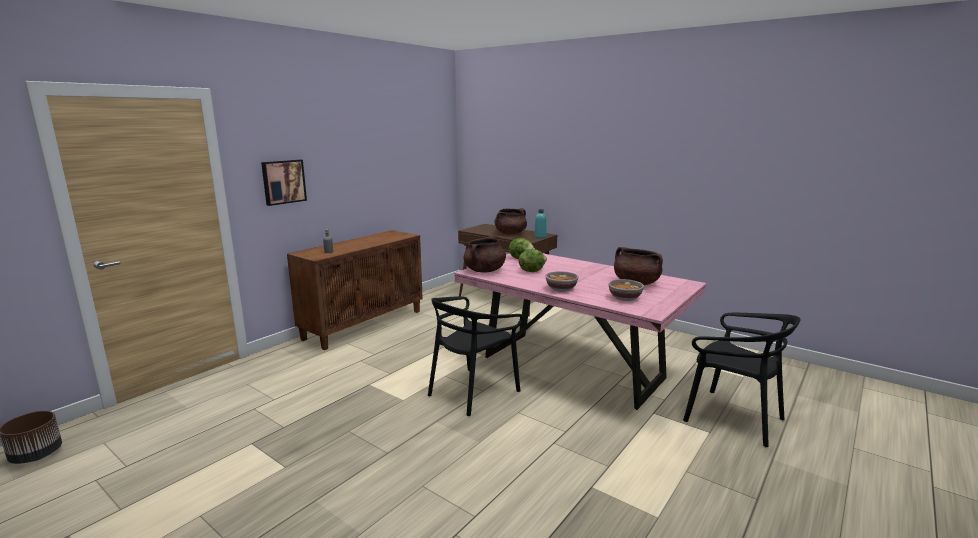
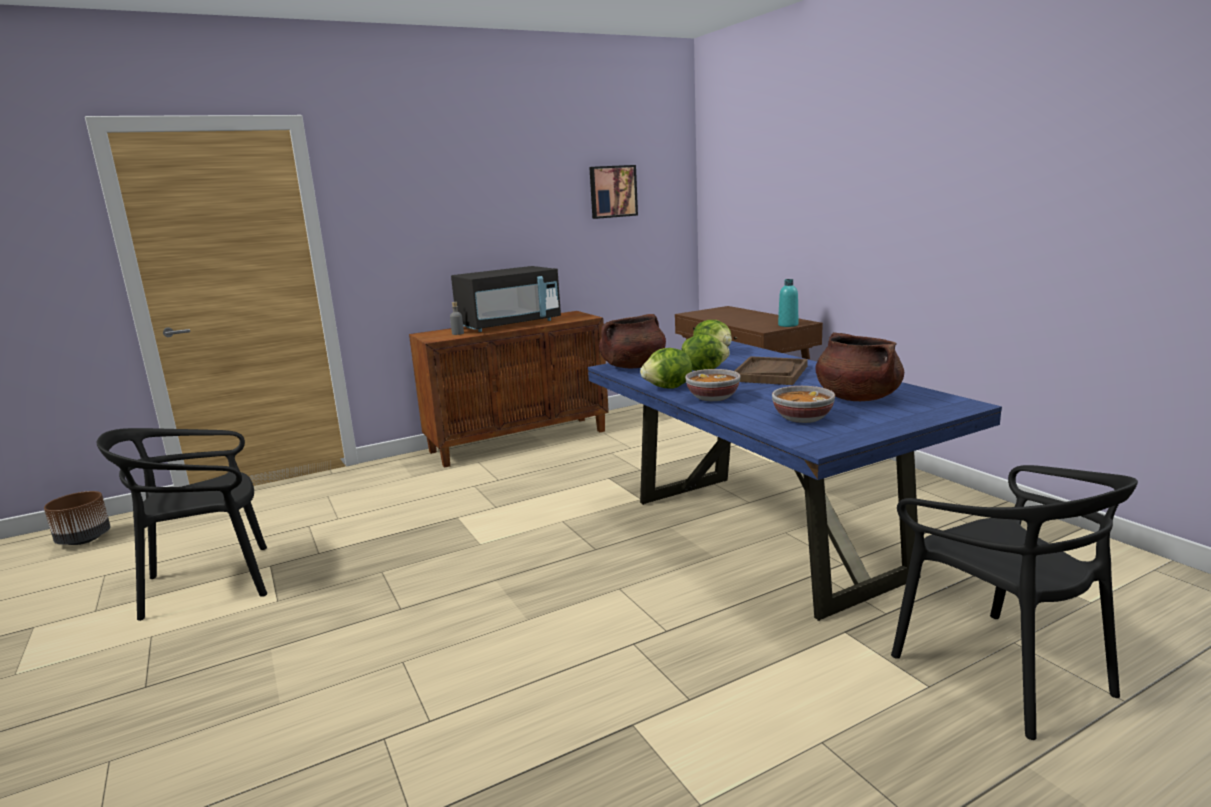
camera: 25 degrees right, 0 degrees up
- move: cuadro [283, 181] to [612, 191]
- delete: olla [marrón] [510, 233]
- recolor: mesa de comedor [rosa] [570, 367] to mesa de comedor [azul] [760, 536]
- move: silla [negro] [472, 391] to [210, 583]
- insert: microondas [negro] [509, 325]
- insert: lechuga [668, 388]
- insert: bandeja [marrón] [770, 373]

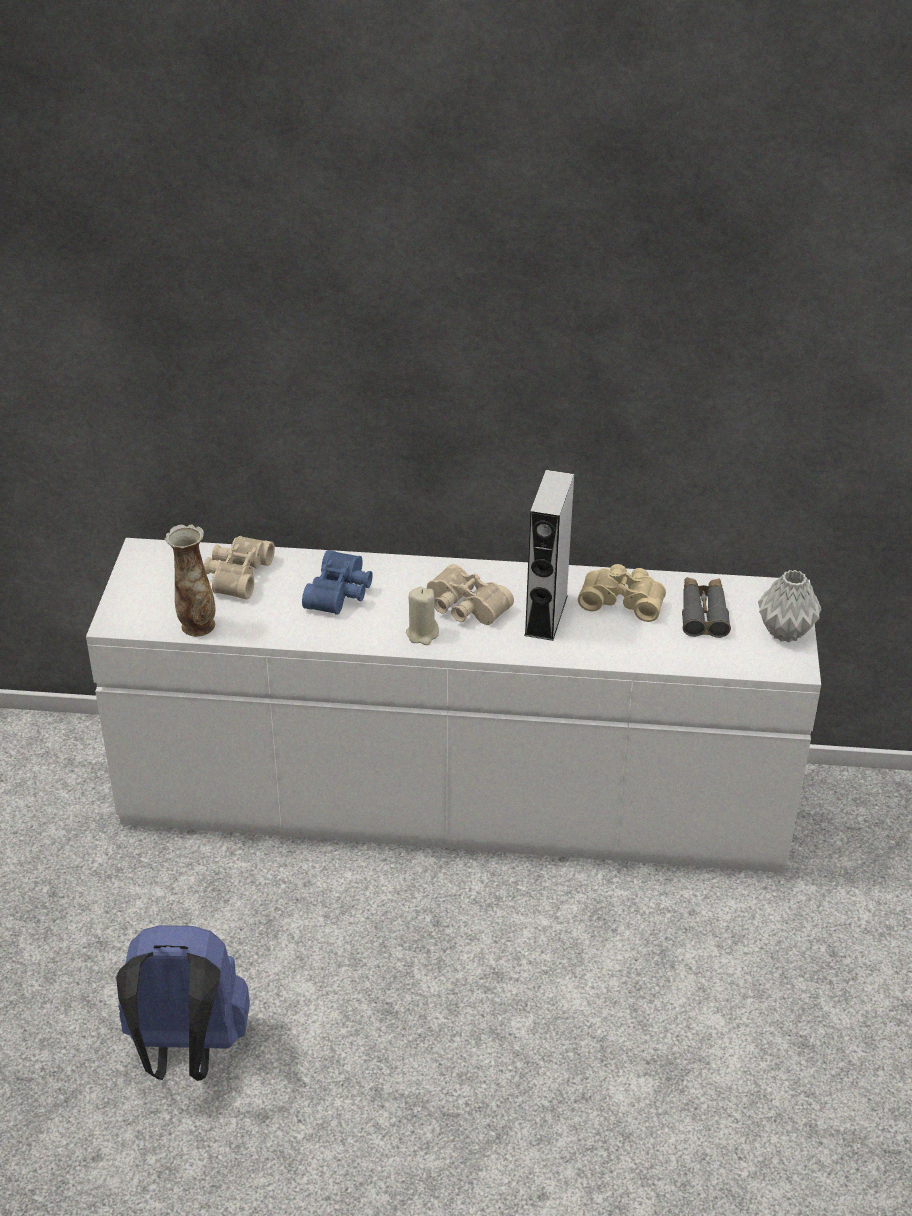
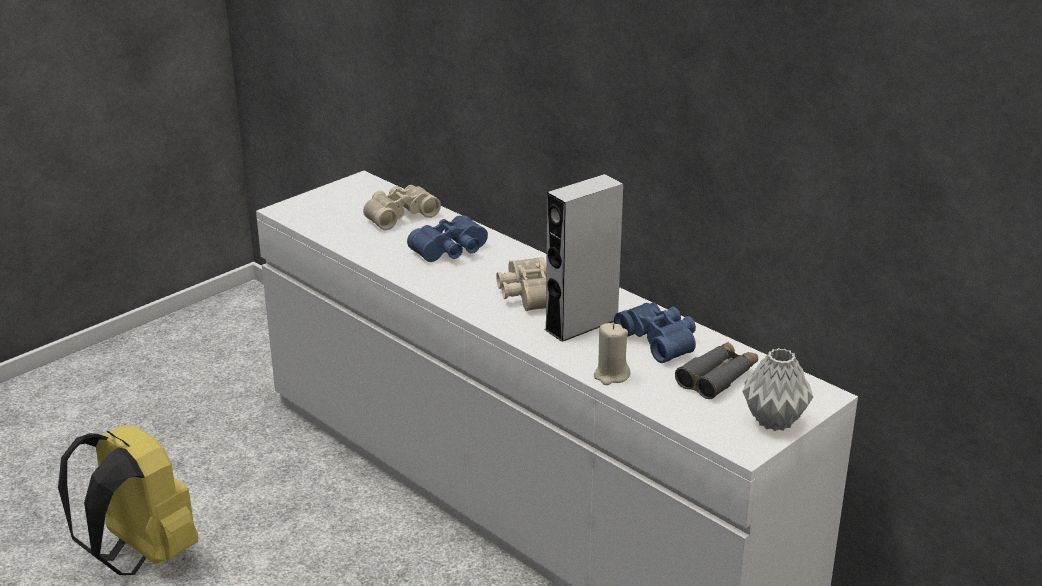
camera: 40 degrees right, 10 degrees down
- delete: florero [196, 626]
- recolor: prismáticos [beis] [622, 600] to prismáticos [azul] [660, 340]
- move: vela [beis] [422, 634] to [611, 375]
- recolor: mochila [azul] [186, 1051] to mochila [amarillo] [140, 555]

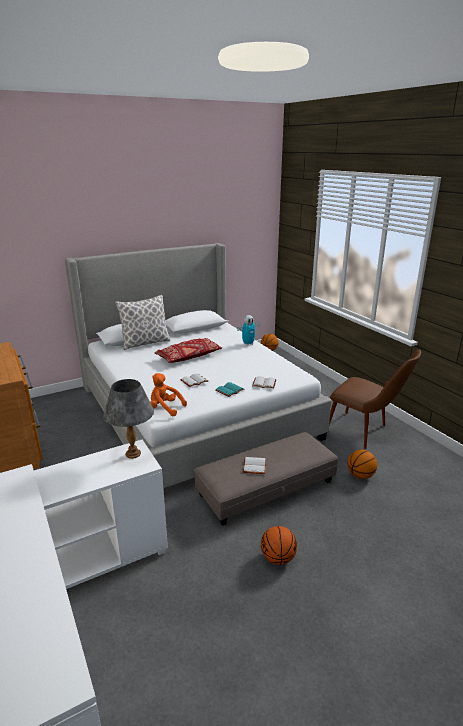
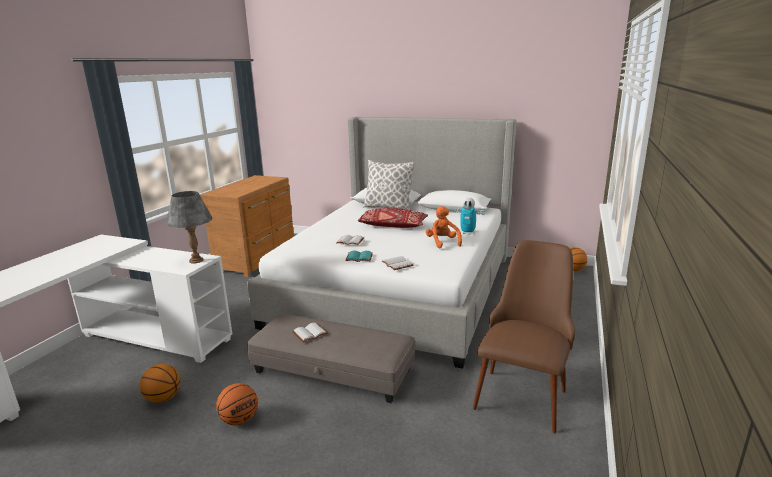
camera: 50 degrees right, 5 degrees down
- rotate: silla [marrón] [365, 433] = [523, 390] 150 degrees counterclockwise
- move: peluche [naranja] [165, 408] to [442, 242]
- move: balón de baloncesto [360, 475] to [163, 398]

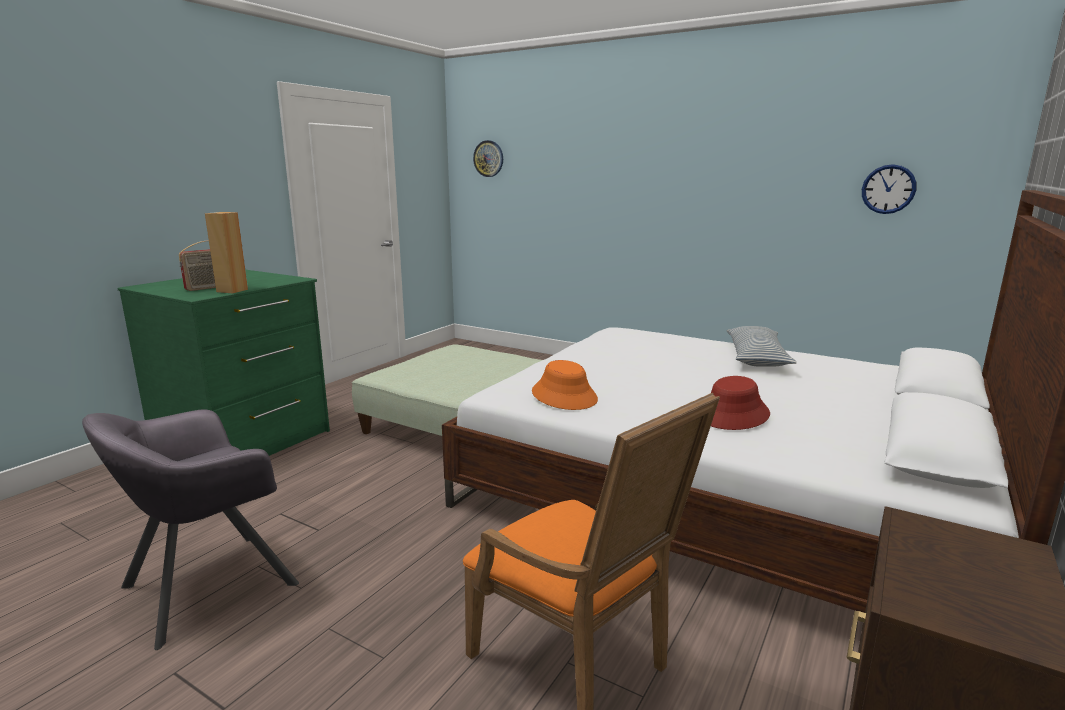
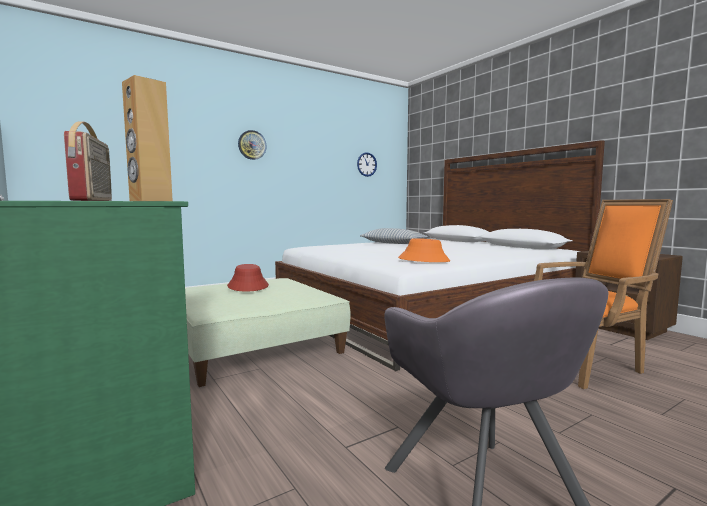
camera: 65 degrees left, 10 degrees down
- move: reloj de pared [488, 158] to [252, 145]
- move: sombrero [rojo] [733, 414] to [248, 286]

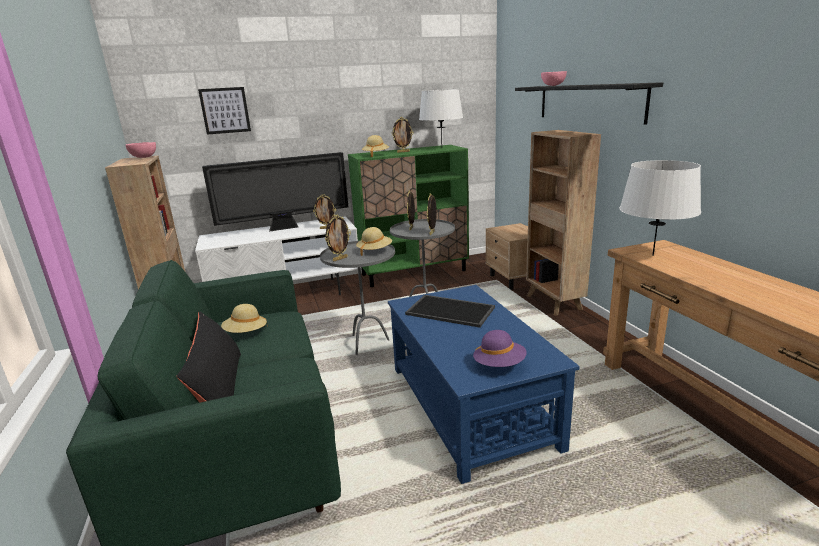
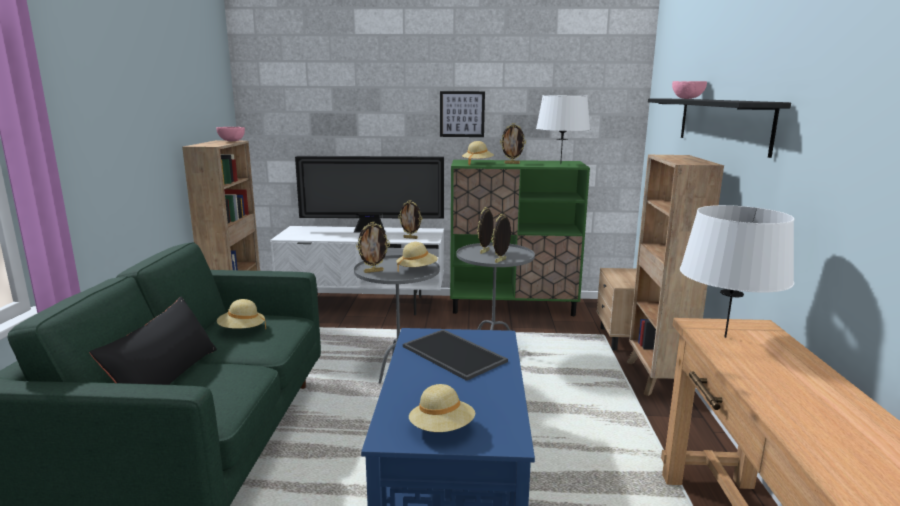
camera: 20 degrees right, 5 degrees down
- move: cuadro [225, 110] to [462, 114]
- recolor: sombrero [morado] [499, 365] to sombrero [beis] [442, 429]

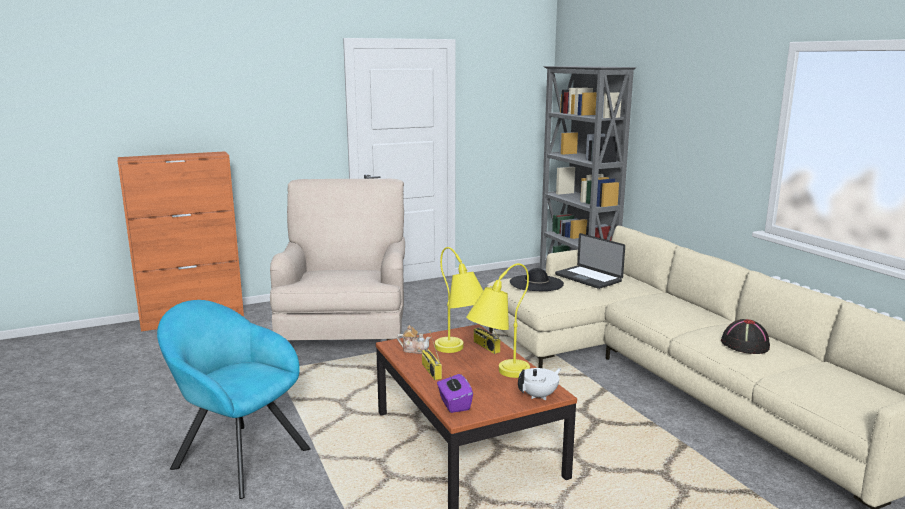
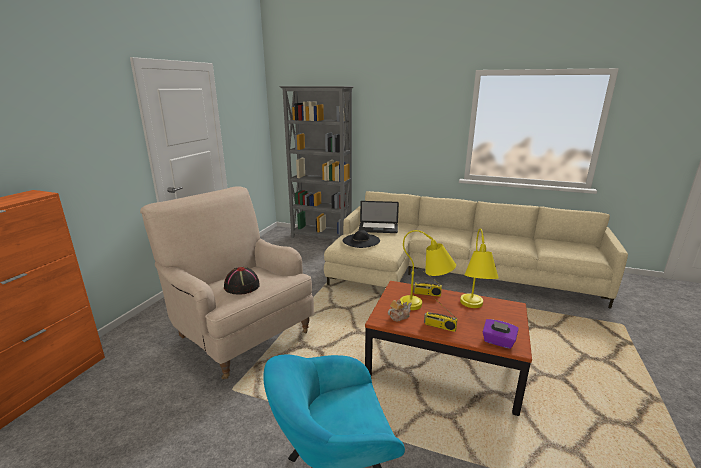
camera: 45 degrees left, 5 degrees up
- move: sombrero [negro] [744, 344] to [241, 286]
- delete: tetera [blanco] [539, 396]

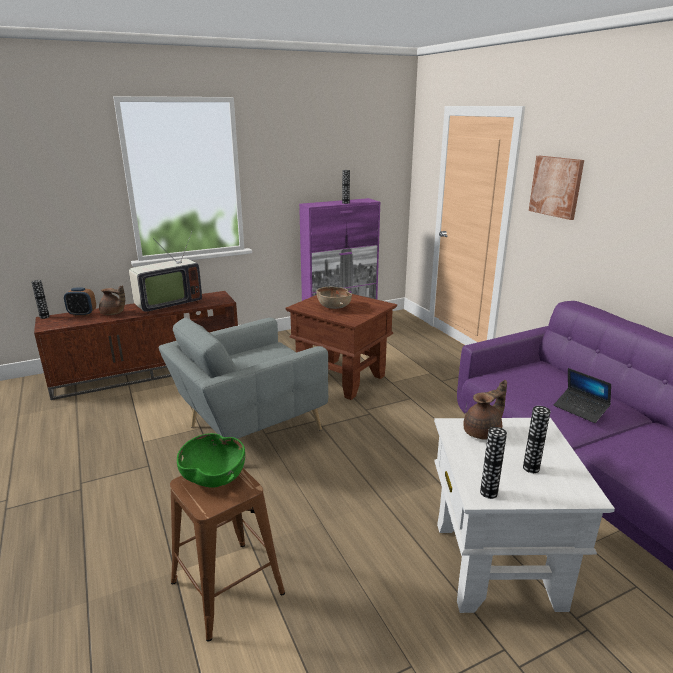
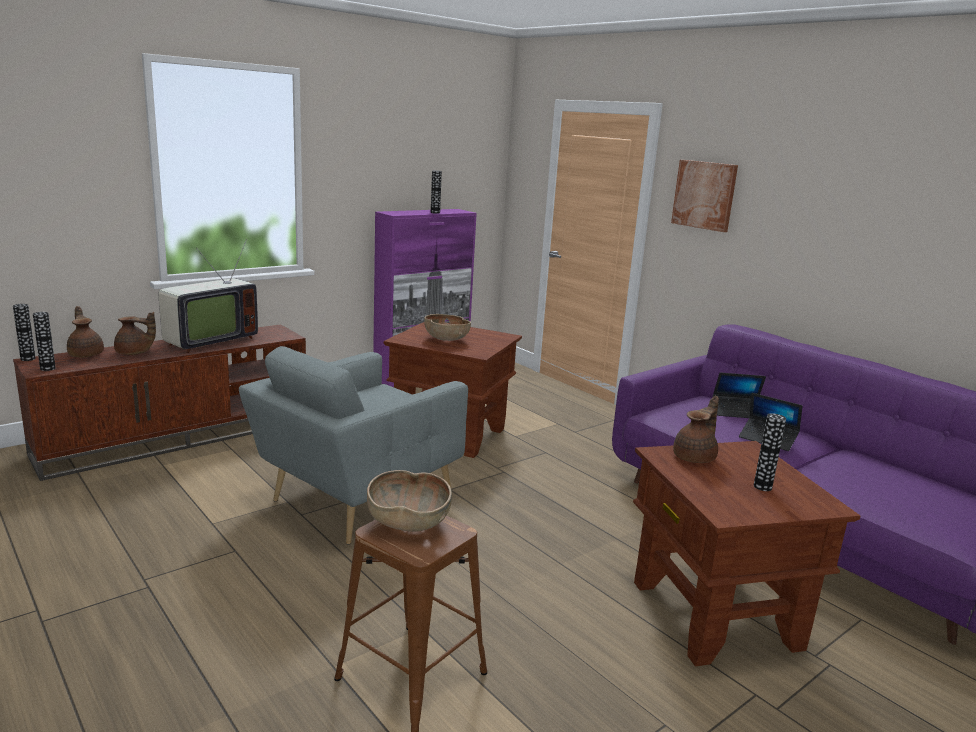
camera: 15 degrees left, 5 degrees down
- replace: despertador [82, 314] to tetera [marrón] [86, 354]
- recolor: mesa auxiliar [blanco] [496, 564] to mesa auxiliar [marrón] [714, 615]
- move: florero [488, 493] to [47, 368]
- recolor: cuenco [verde] [214, 477] to cuenco [marrón] [408, 523]
- insert: portátil [737, 412]

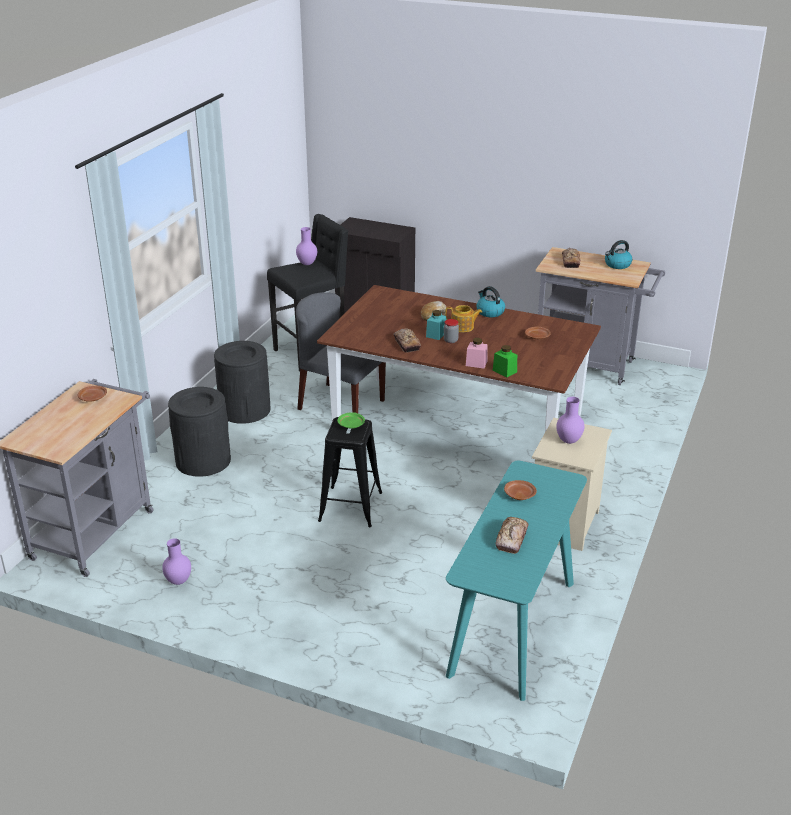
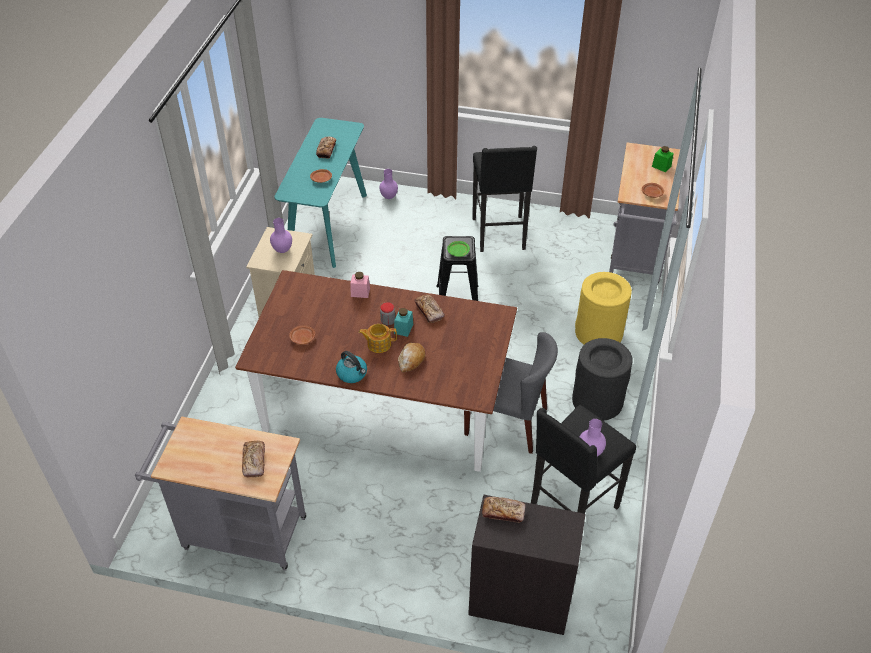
camera: 170 degrees right, 15 degrees up
- delete: hervidor [617, 265]
- move: tarro [verde] [504, 371] to [661, 166]
- recolor: papelera [negro] [203, 460] to papelera [amarillo] [598, 332]
- move: florero [morado] [178, 582] to [388, 197]
- insert: taburete [negro] [500, 235]
- insert: pan [503, 512]

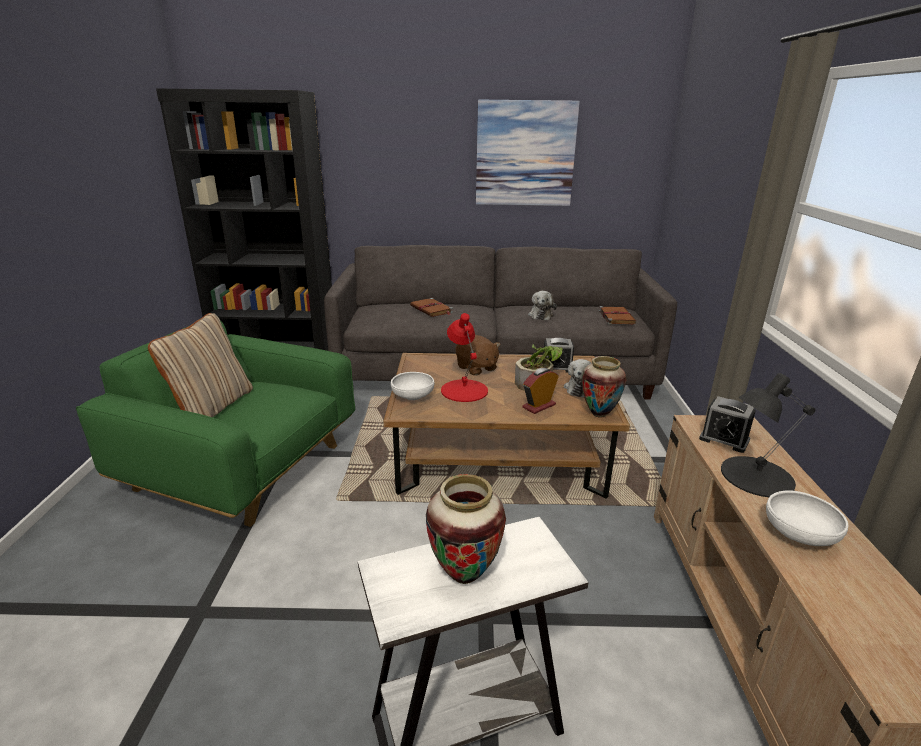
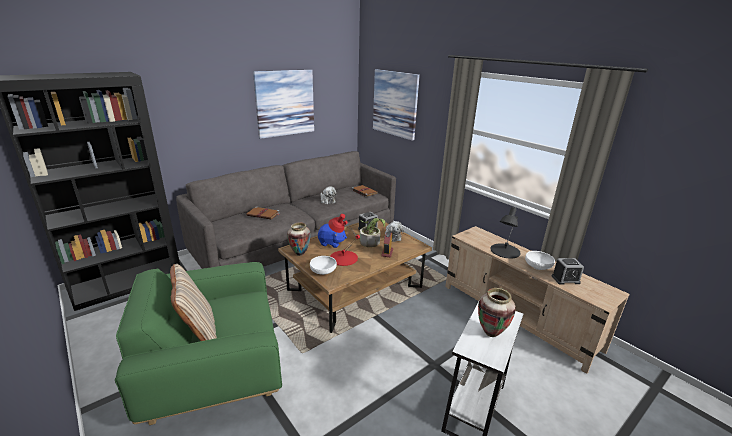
camera: 40 degrees left, 0 degrees up
- recolor: peluche [marrón] [476, 368] to peluche [azul] [331, 243]
- move: florero [599, 414] to [300, 254]
- move: despertador [724, 439] to [565, 279]
- insert: cuadro [395, 103]

